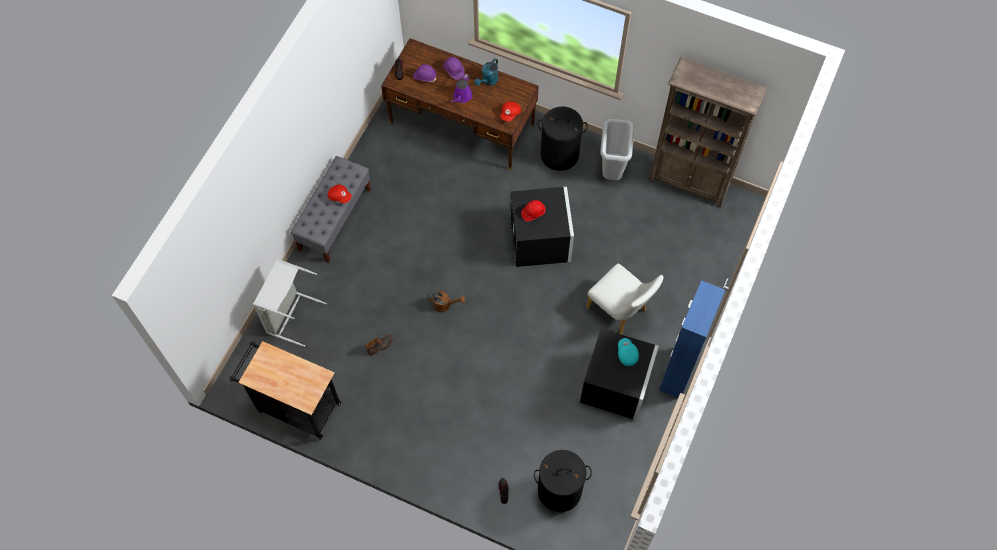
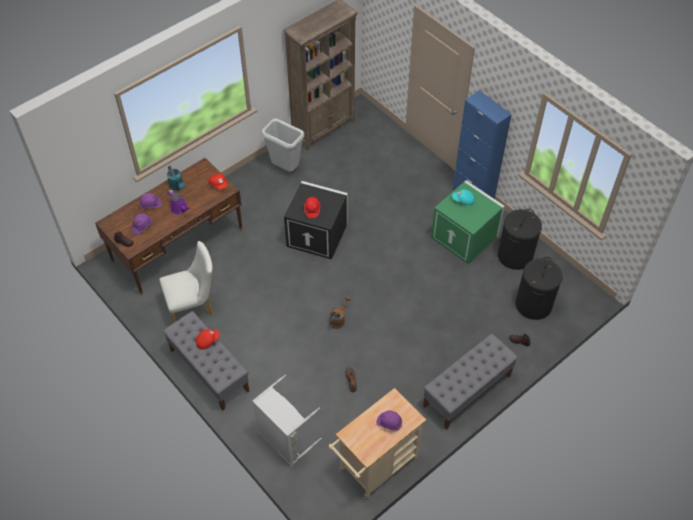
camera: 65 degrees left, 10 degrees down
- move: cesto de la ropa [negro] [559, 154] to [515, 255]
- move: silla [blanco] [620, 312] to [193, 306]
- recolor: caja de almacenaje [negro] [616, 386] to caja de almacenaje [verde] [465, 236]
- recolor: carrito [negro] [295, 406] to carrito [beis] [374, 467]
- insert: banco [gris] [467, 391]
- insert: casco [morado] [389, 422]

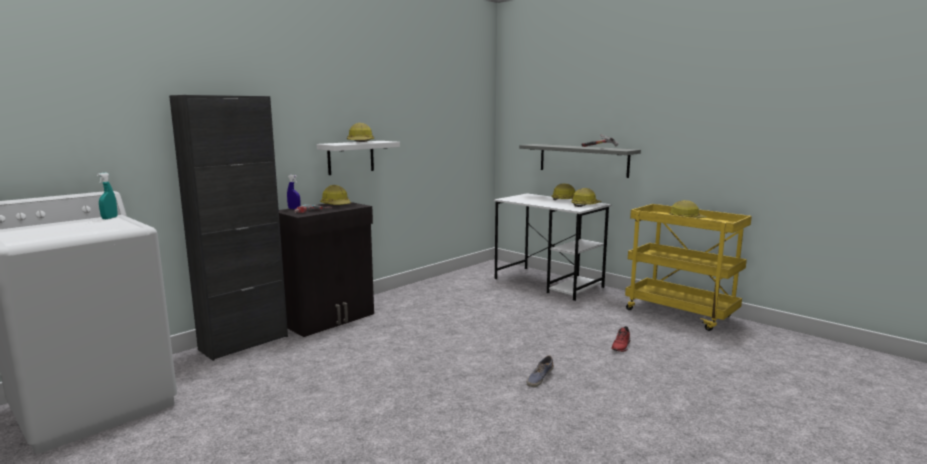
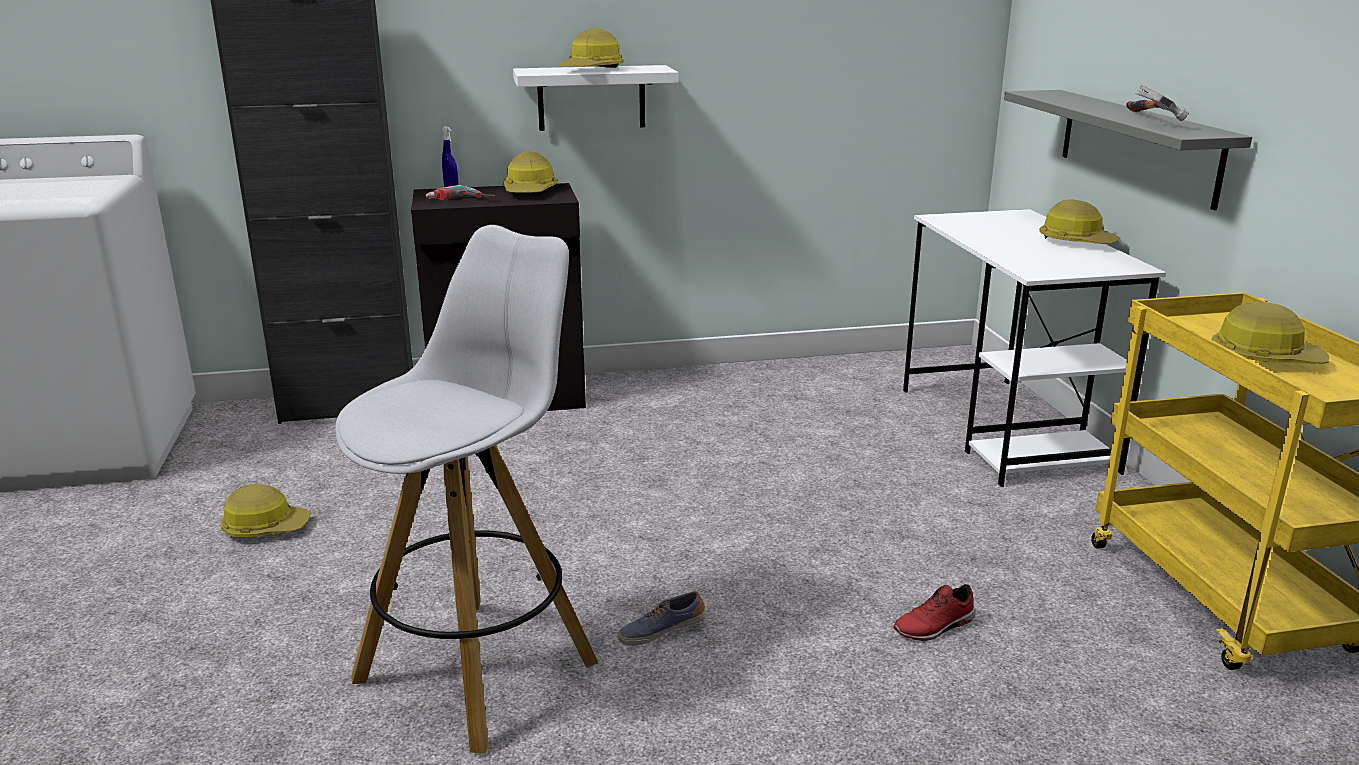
camera: 35 degrees right, 10 degrees up
- delete: pulverizador [turquesa] [109, 218]
- move: casco [585, 205] to [265, 527]
- insert: taburete [blanco] [479, 669]

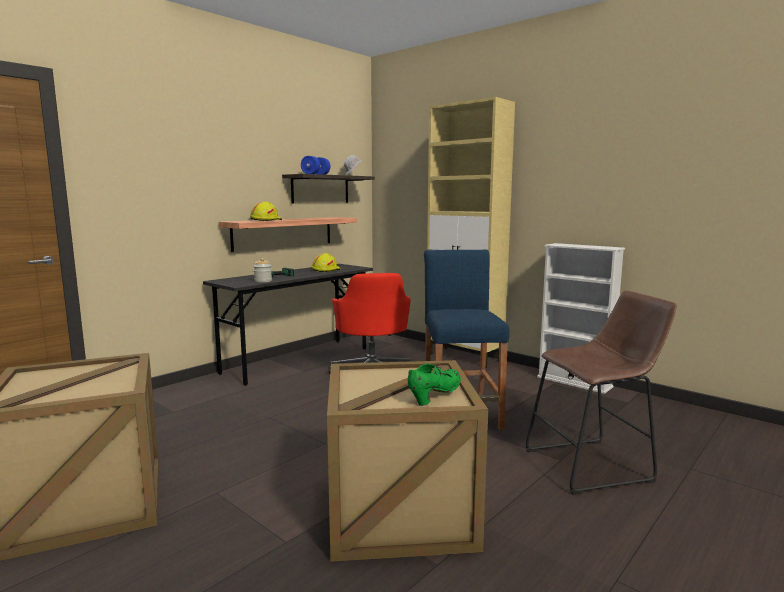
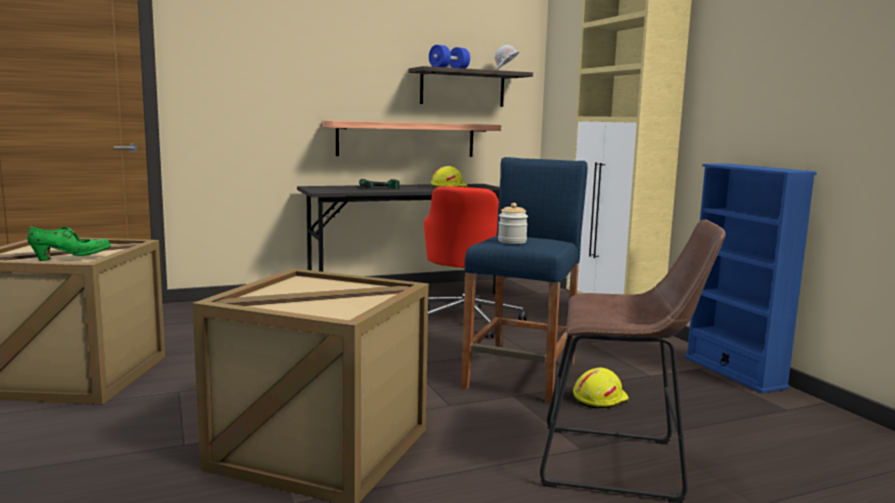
camera: 25 degrees right, 0 degrees up
- move: casco [amarillo] [265, 220] to [599, 399]
- recolor: estantería [blanco] [574, 382] to estantería [azul] [734, 372]
- move: tarro [263, 281] to [512, 241]
- move: zapato [verde] [435, 396] to [71, 259]

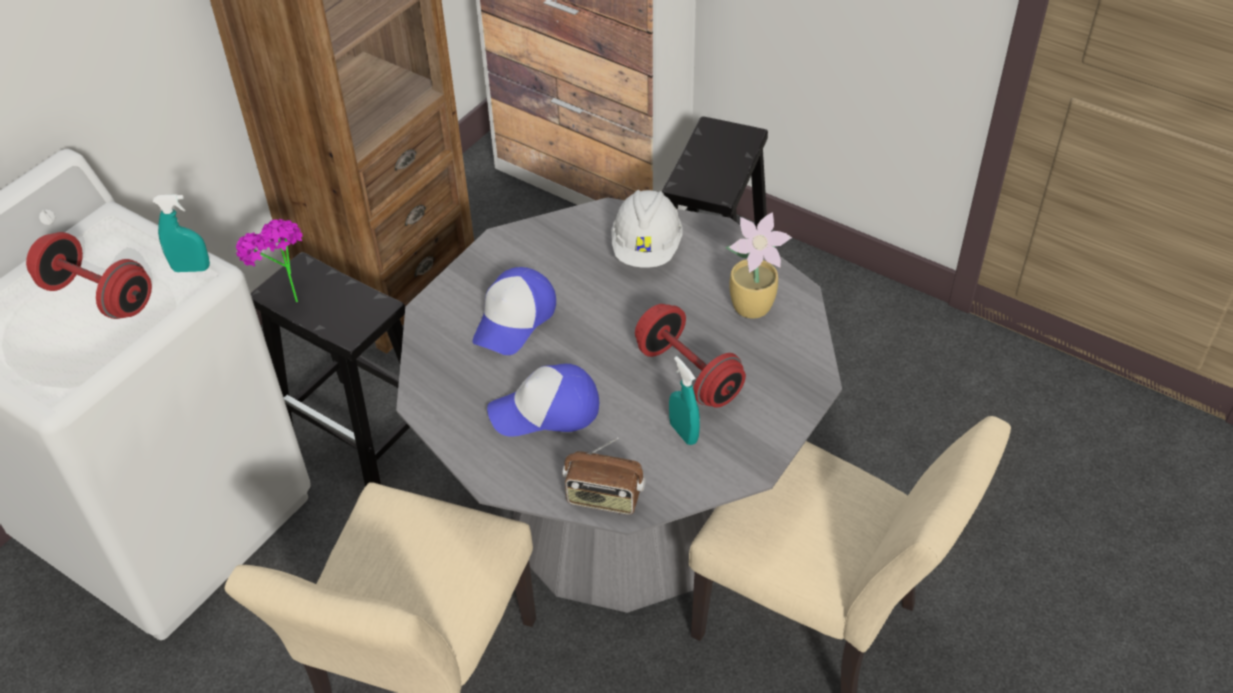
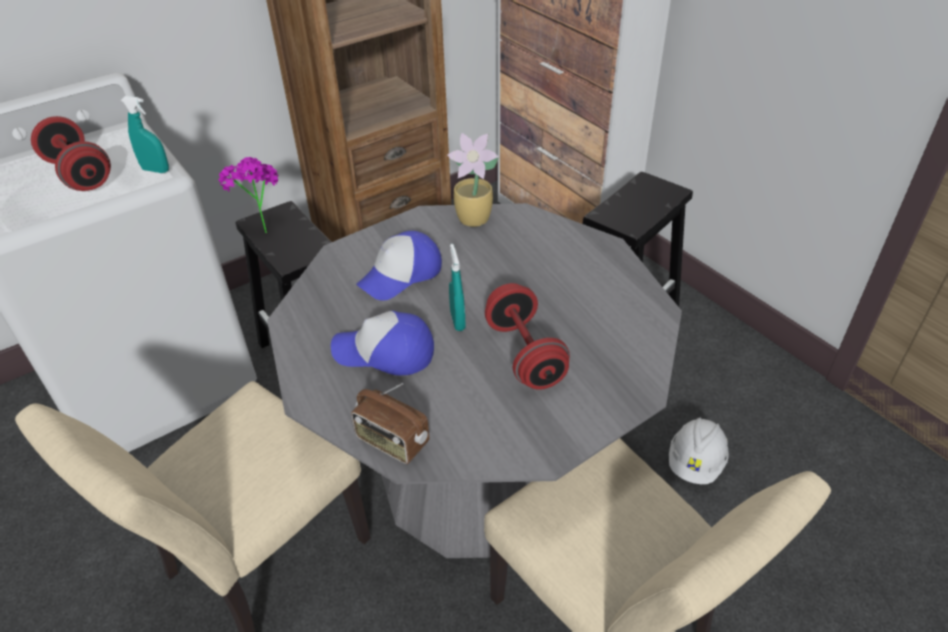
camera: 20 degrees right, 5 degrees down
- move: casco [blanco] [647, 248] to [695, 462]
- move: planta en maceta [754, 307] to [475, 219]
- move: pulverizador [turquesa] [683, 433] to [457, 321]

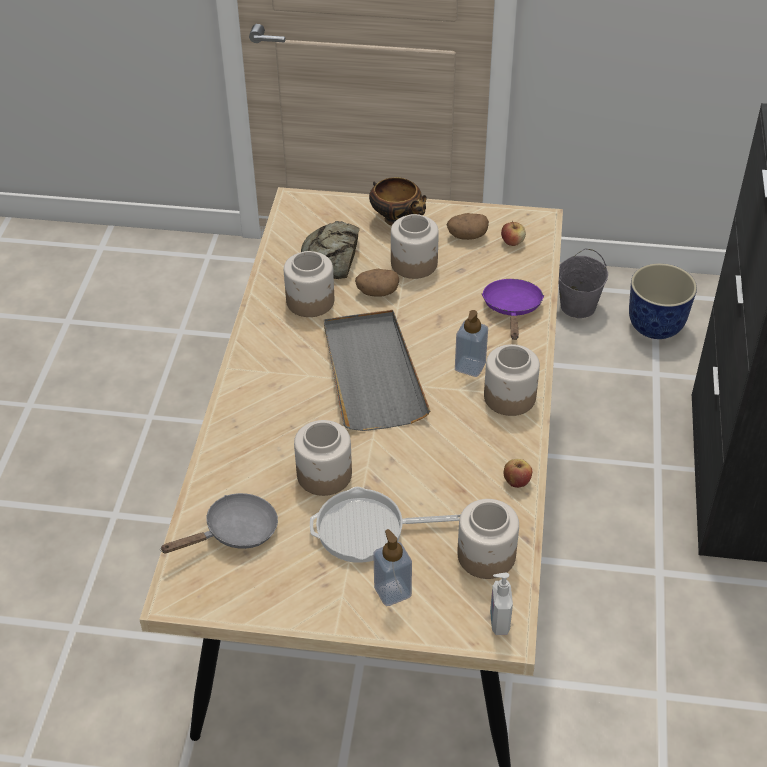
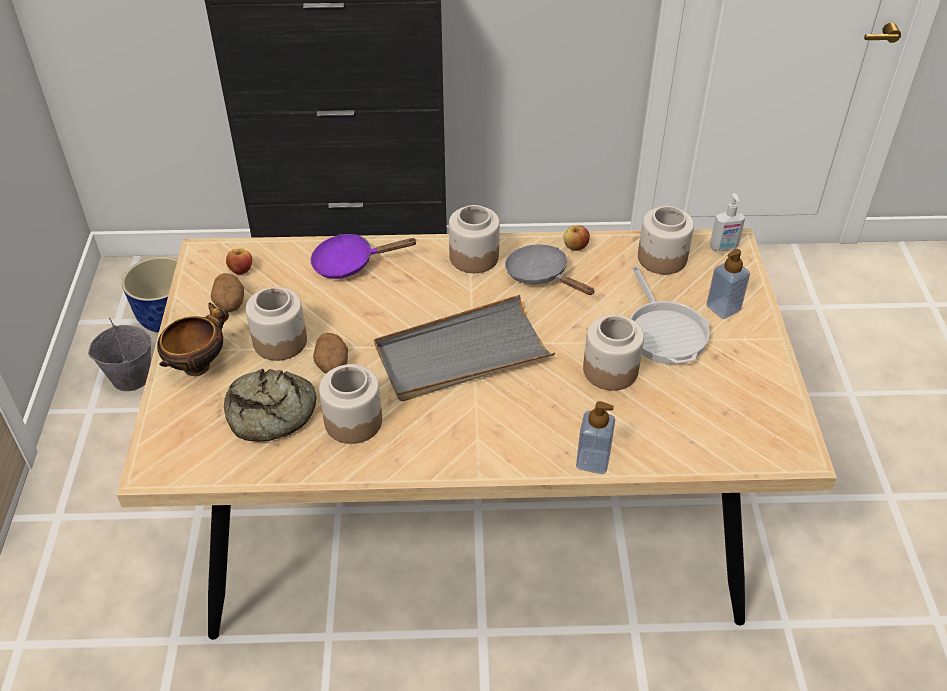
camera: 100 degrees left, 0 degrees up
- move: dispensador de jabón [470, 366] to [592, 461]
- move: sartén [gris] [235, 532] to [541, 275]

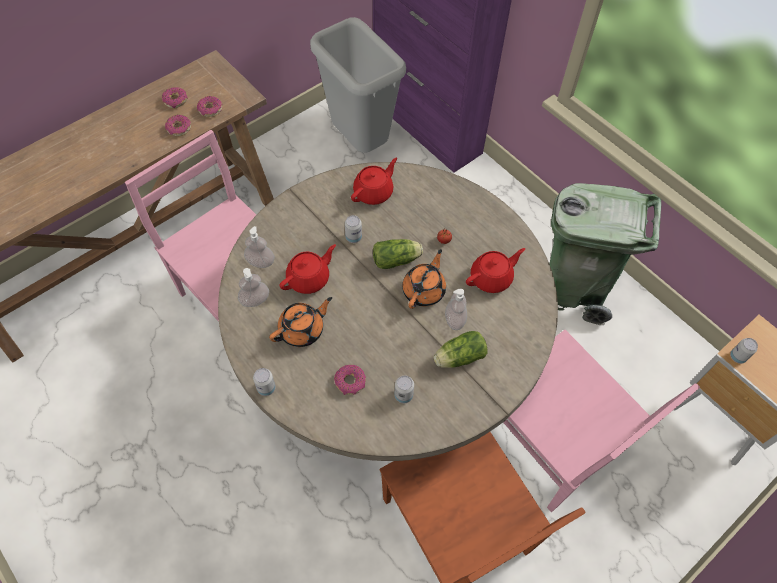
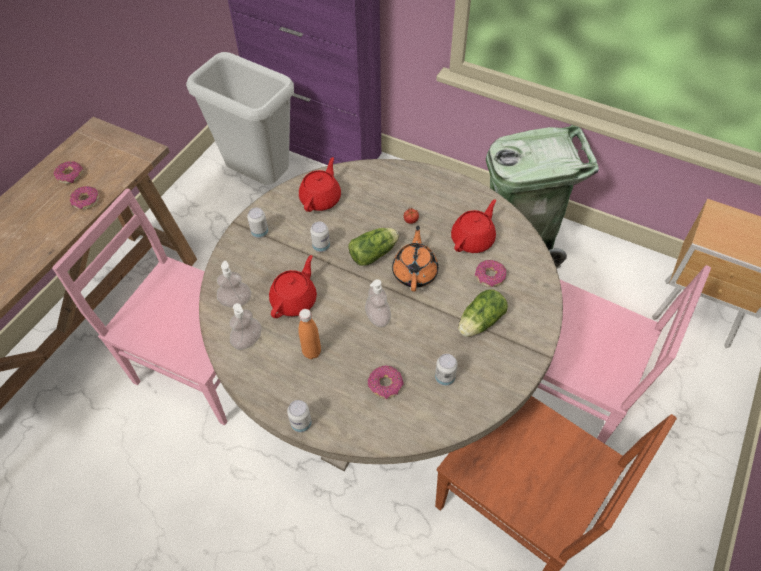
camera: 20 degrees left, 5 degrees down
- move: rosquilla [210, 110] to [489, 277]
- move: dispensador de jabón [455, 320] to [378, 317]
- replace: tetera [naranja] [302, 330] to botella [naranja] [312, 352]
- move: lata [737, 357] to [260, 233]

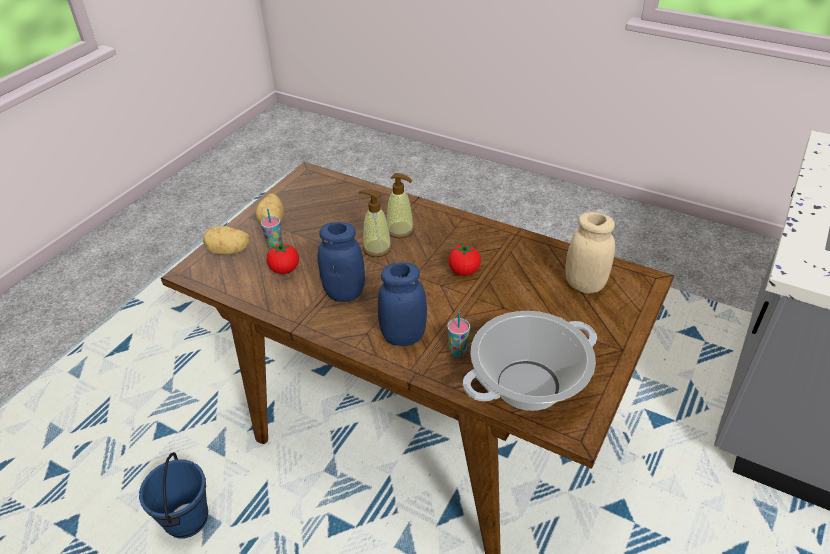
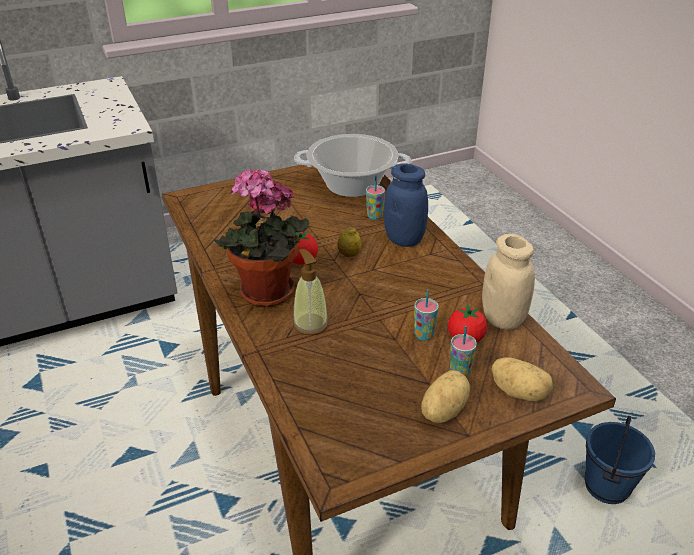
camera: 145 degrees left, 5 degrees down
- delete: dispensador de jabón [377, 248]
- move: tarro [beis] [584, 285] to [502, 319]
- delete: tarro [azul] [344, 293]
- insert: planta en maceta [265, 295]
- insert: limón [349, 255]
- insert: taza [424, 335]

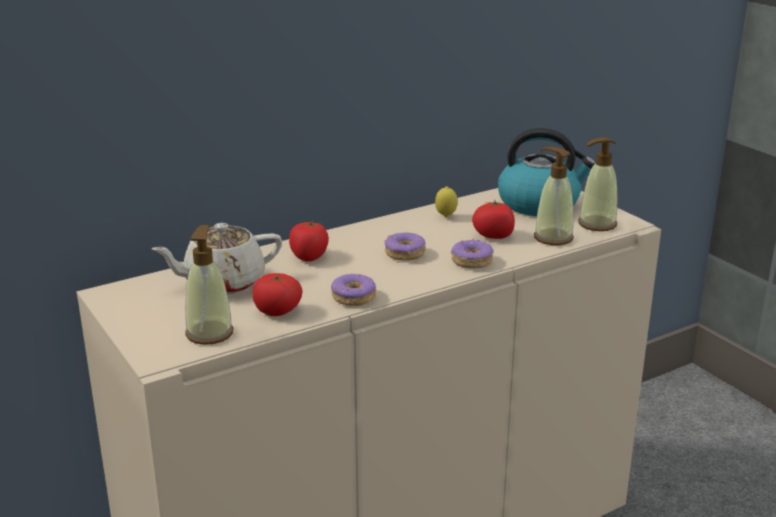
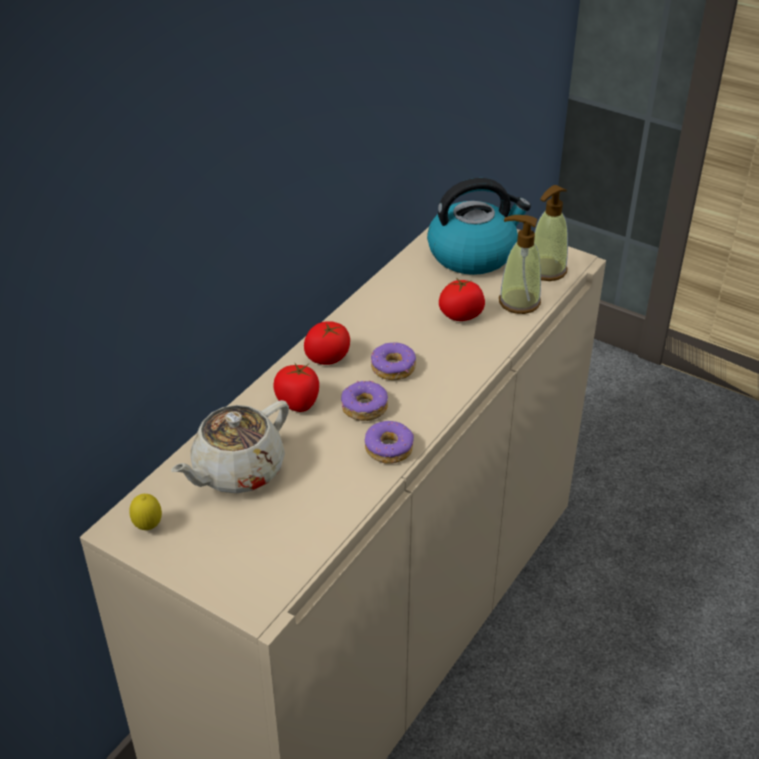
camera: 25 degrees left, 15 degrees up
- move: limón [445, 216] to [148, 527]
- delete: dispensador de jabón [209, 333]
- move: rosquilla [471, 261] to [364, 408]
- move: tomate [277, 311] to [327, 357]

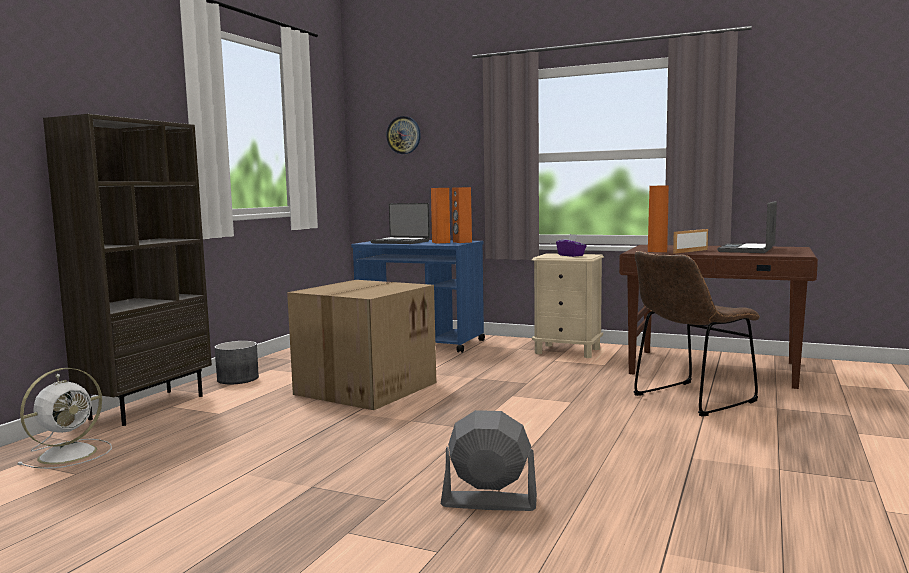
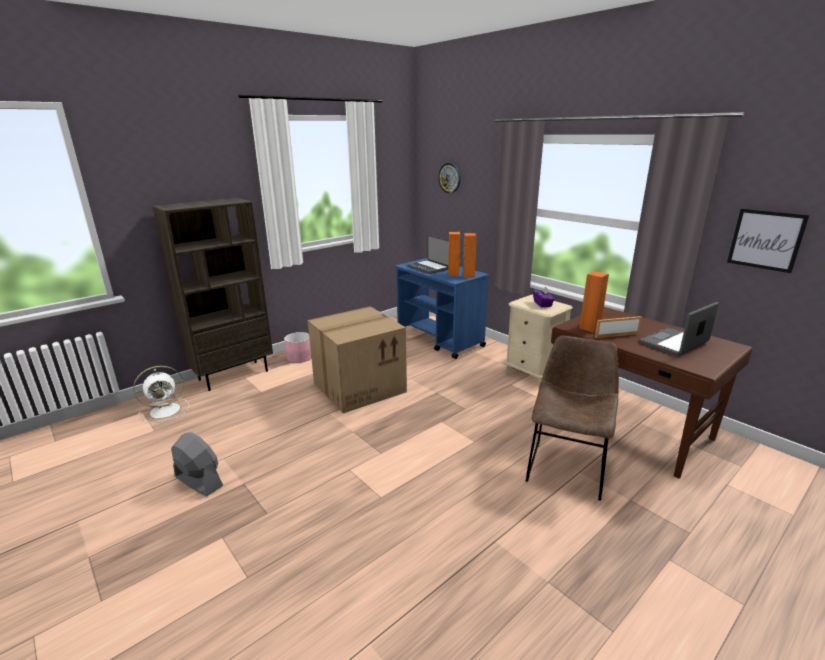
camera: 25 degrees right, 15 degrees up
- rotate: silla [marrón] [690, 400] = [566, 466] 120 degrees clockwise
- recolor: maceta [gris] [238, 379] to maceta [rosa] [299, 357]
- move: ventilador [gris] [488, 501] to [198, 481]
- insert: cuadro [765, 240]

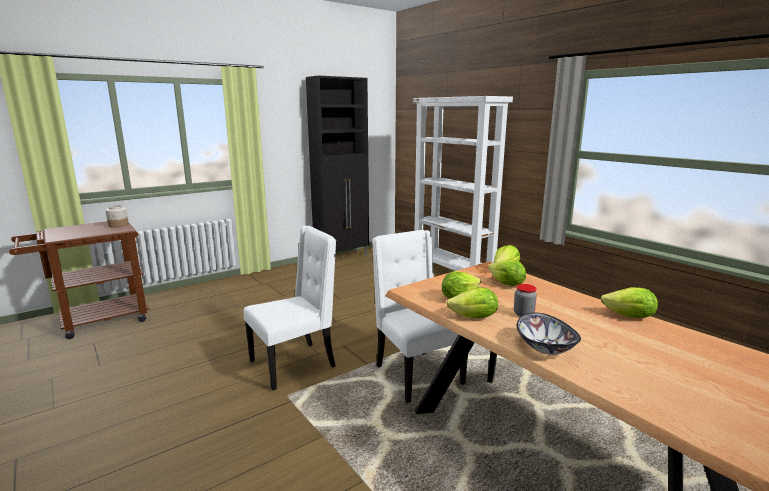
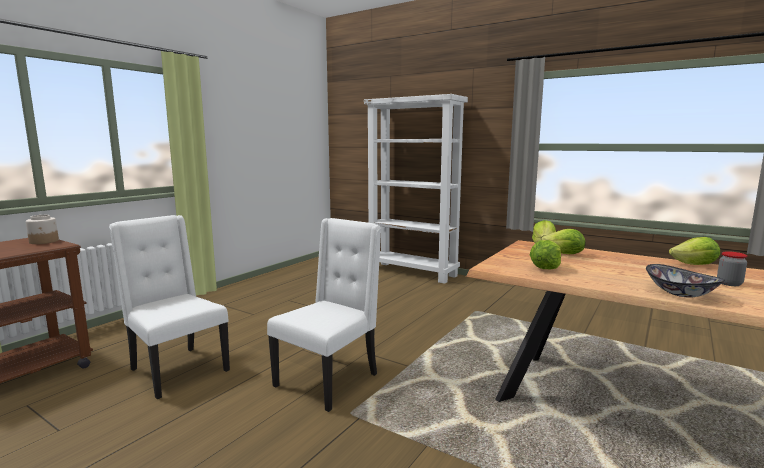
camera: 20 degrees left, 5 degrees down
- delete: armario [negro] [342, 257]
- move: silla [blanco] [416, 374] to [177, 370]
- move: tarro [523, 314] to [729, 283]
- delete: lechuga [474, 317]

